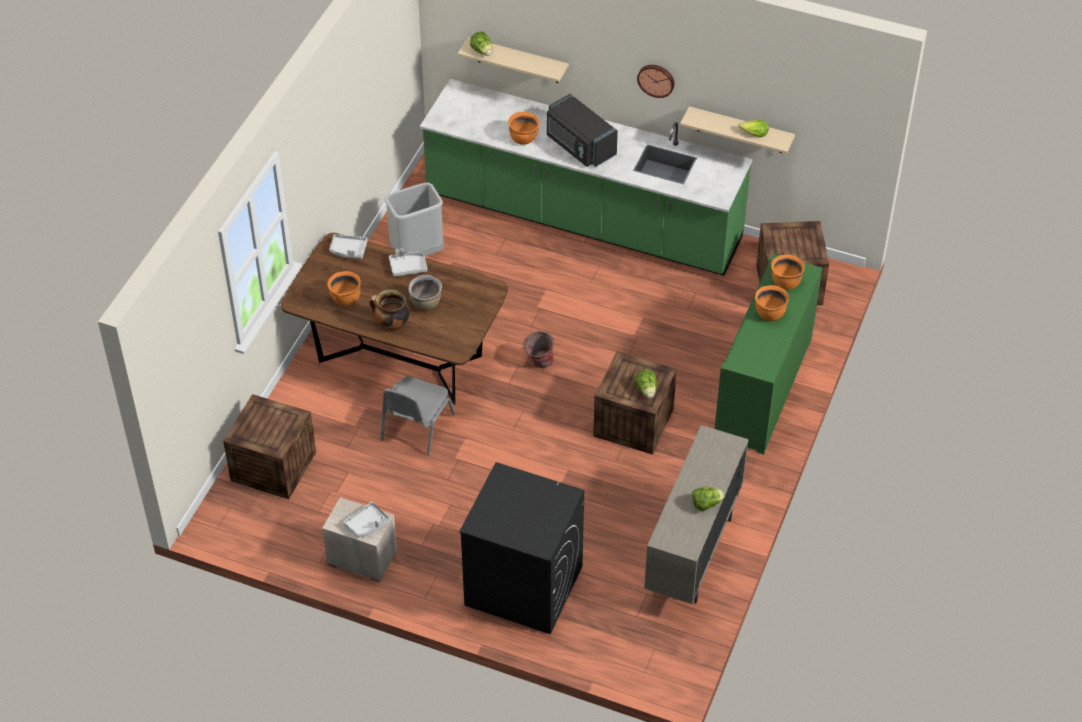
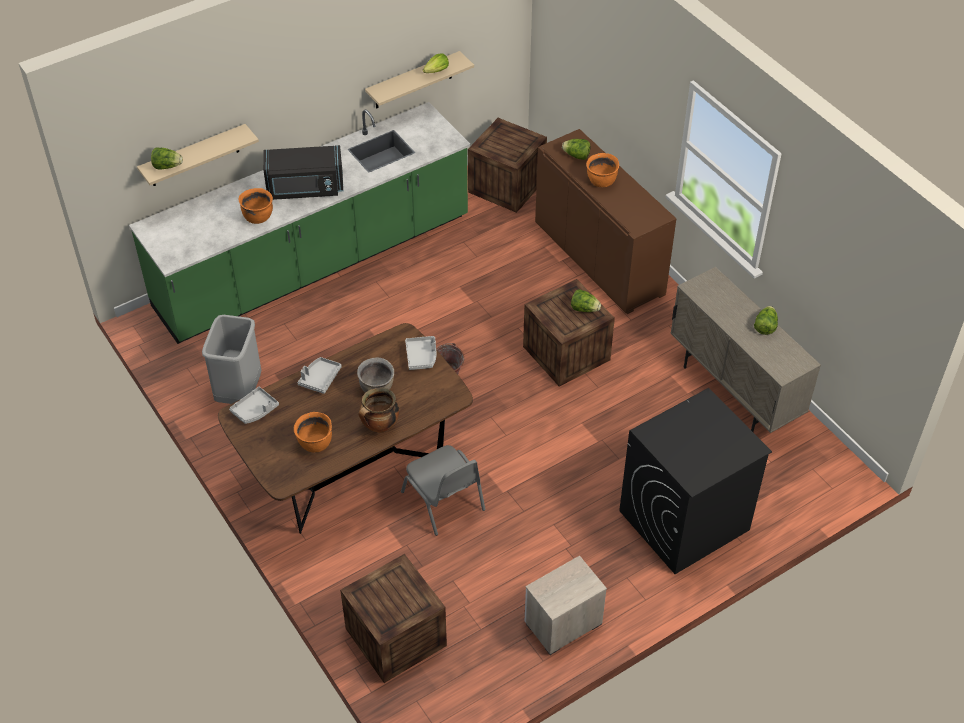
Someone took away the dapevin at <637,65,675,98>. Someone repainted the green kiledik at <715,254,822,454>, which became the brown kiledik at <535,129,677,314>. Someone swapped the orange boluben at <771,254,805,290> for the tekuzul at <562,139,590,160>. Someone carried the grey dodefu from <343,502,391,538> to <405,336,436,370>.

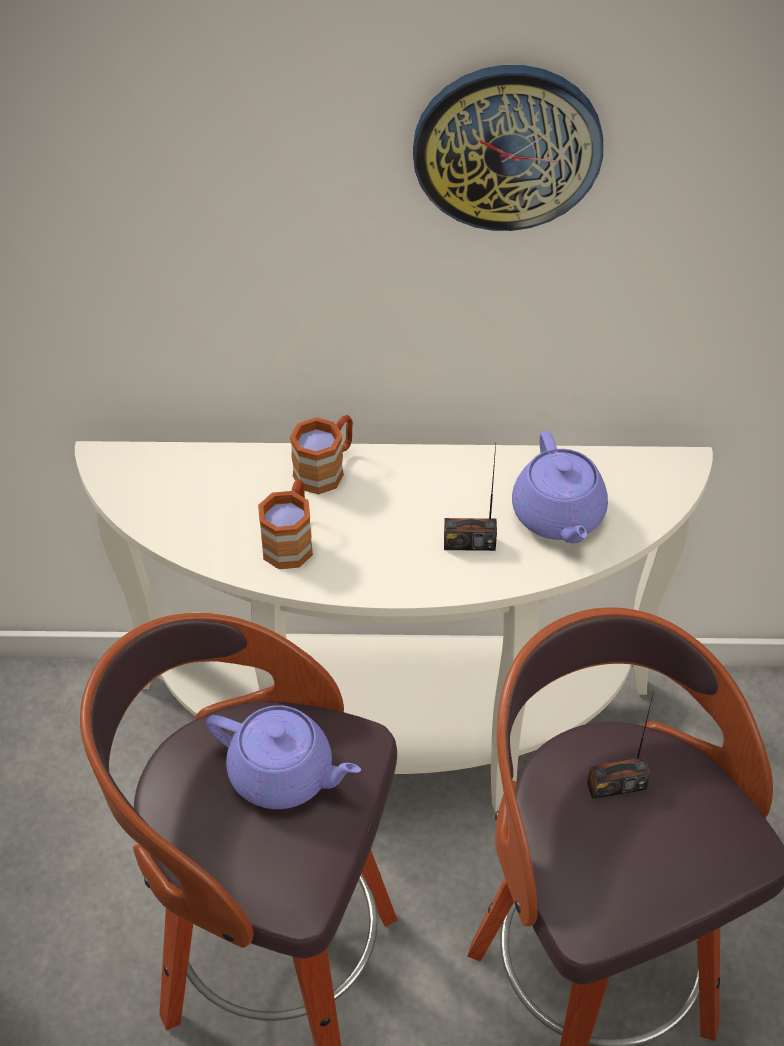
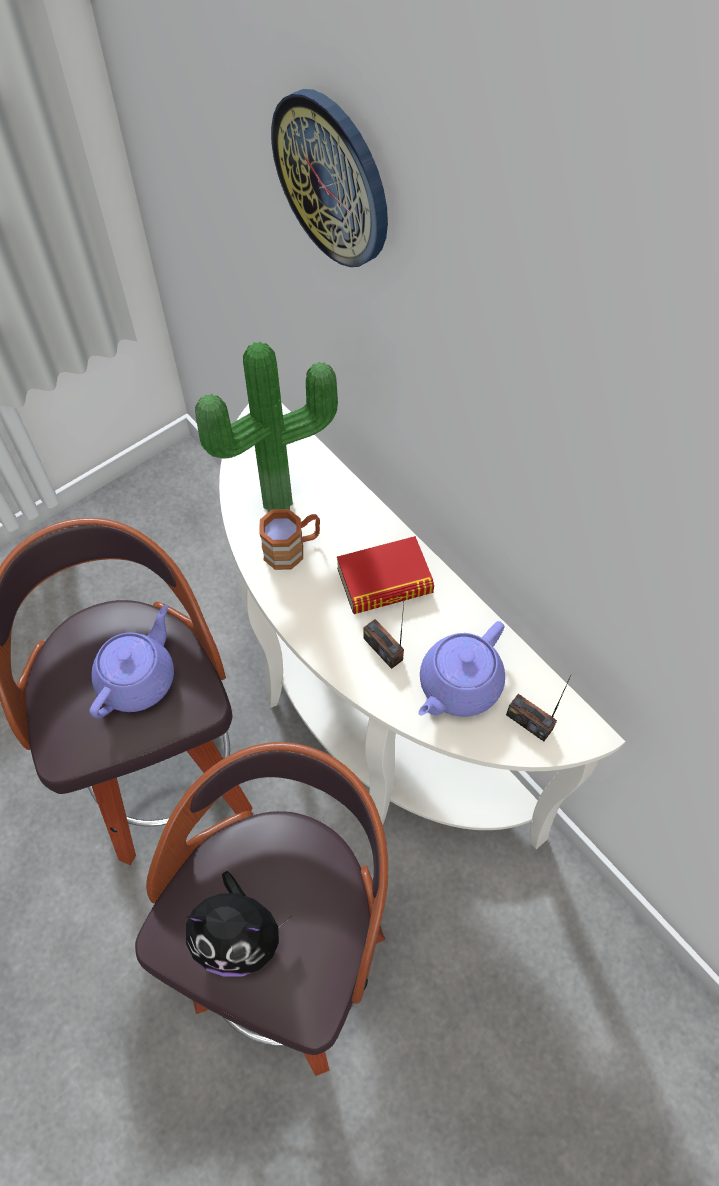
Someone carried the dapevin from <413,65,603,231> to <271,89,388,267>. Someone took away the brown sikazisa at <290,415,353,495>. Someone carried the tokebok from <587,691,654,799> to <506,676,571,741>. Someone rotated the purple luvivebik at <206,705,361,809> by 135 degrees counterclockwise. Someone put down the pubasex at <195,342,338,512>. Someone put down the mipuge at <337,536,434,614>. Someone put down the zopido at <186,871,291,977>.

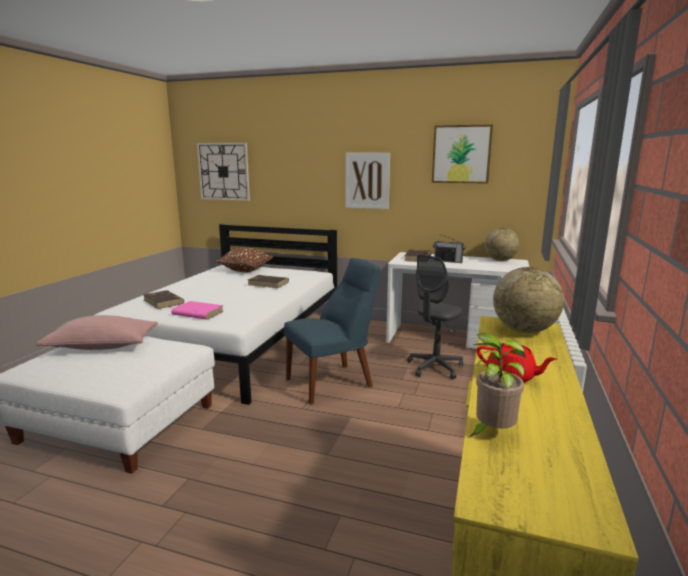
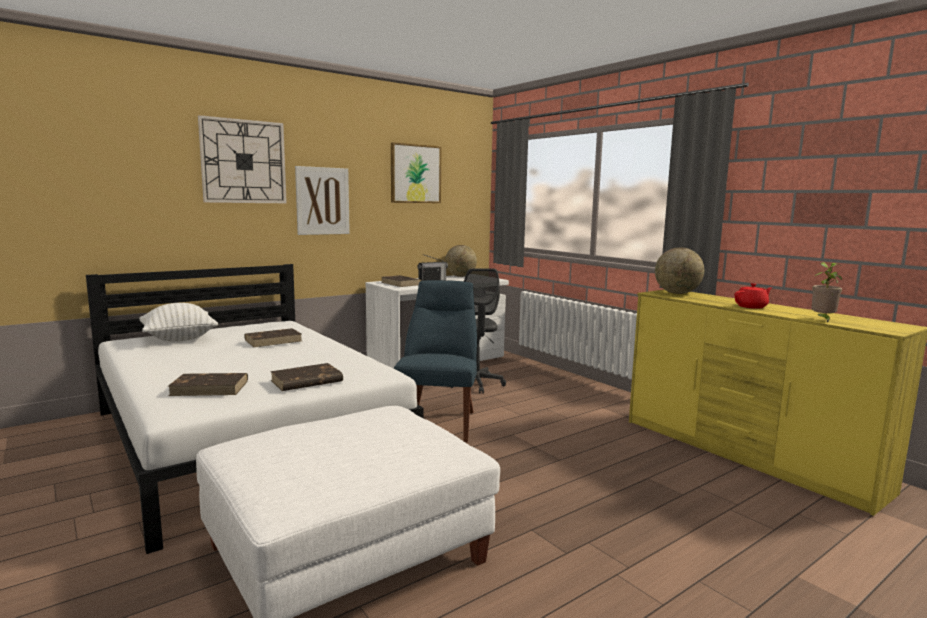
Someone carried the dapevin from <197,143,250,201> to <198,115,287,203>. Someone repainted the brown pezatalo at <216,247,273,273>, which became the white pezatalo at <139,303,218,341>. Someone repainted the pink mipuge at <171,301,224,320>, which became the brown mipuge at <270,363,343,391>. Someone took away the pink pezatalo at <36,315,158,350>.

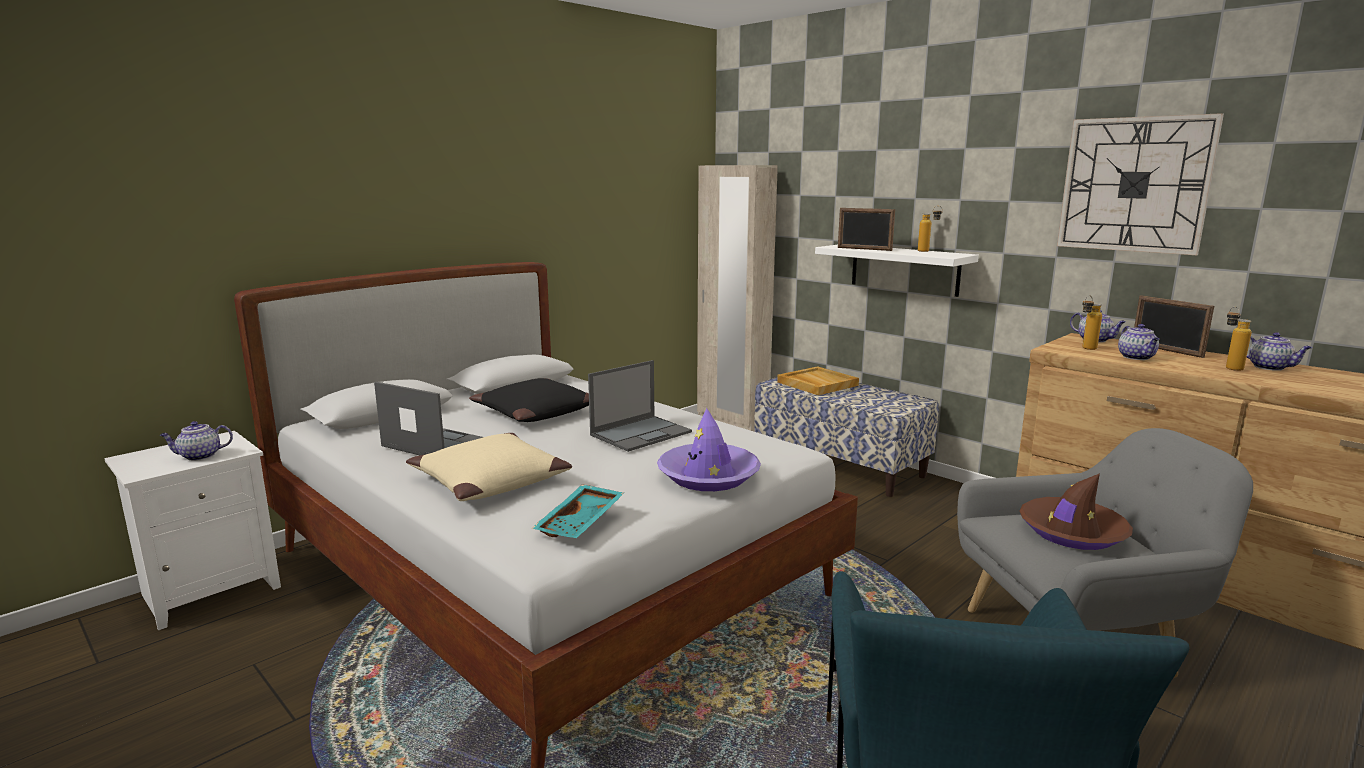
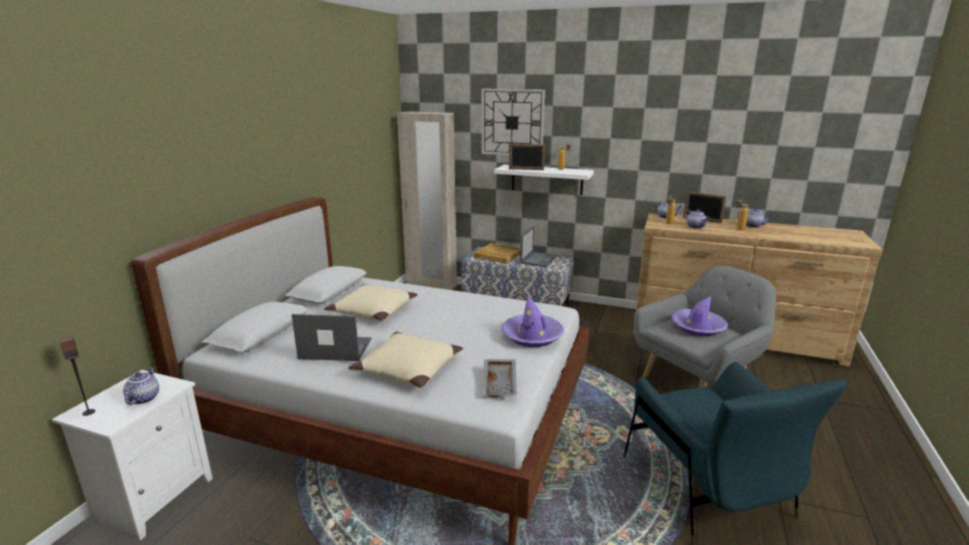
Someone carried the dapevin from <1057,113,1224,255> to <481,89,545,155>. Someone carried the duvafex from <588,360,692,452> to <521,226,558,267>. Someone repainted the black pezatalo at <469,378,589,422>, which became the beige pezatalo at <324,284,417,321>. Someone rotated the luvivebik at <160,421,233,461> by 135 degrees clockwise. Someone repainted the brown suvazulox at <1019,473,1133,550>, which became the purple suvazulox at <671,296,728,336>. Someone repainted the turquoise dodefu at <532,485,624,538>, which became the grey dodefu at <482,359,517,397>. Someone put down the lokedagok at <59,335,95,416>.

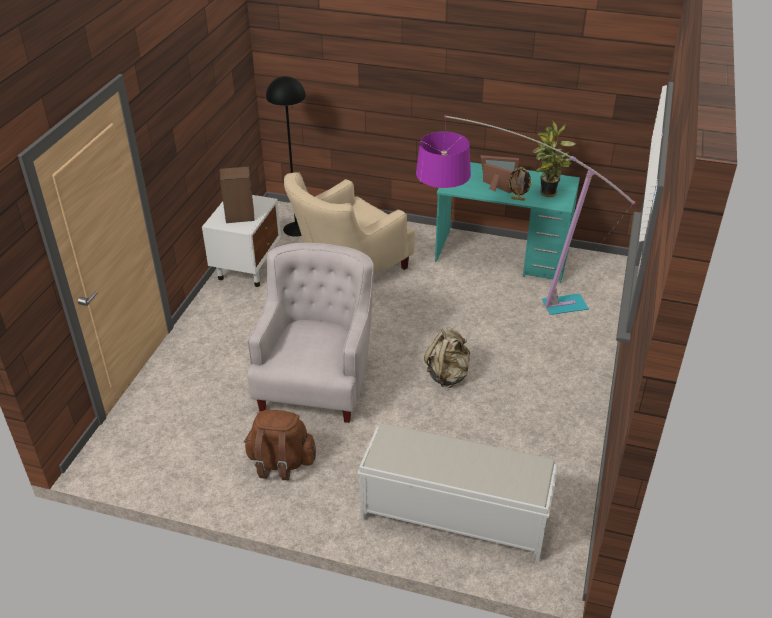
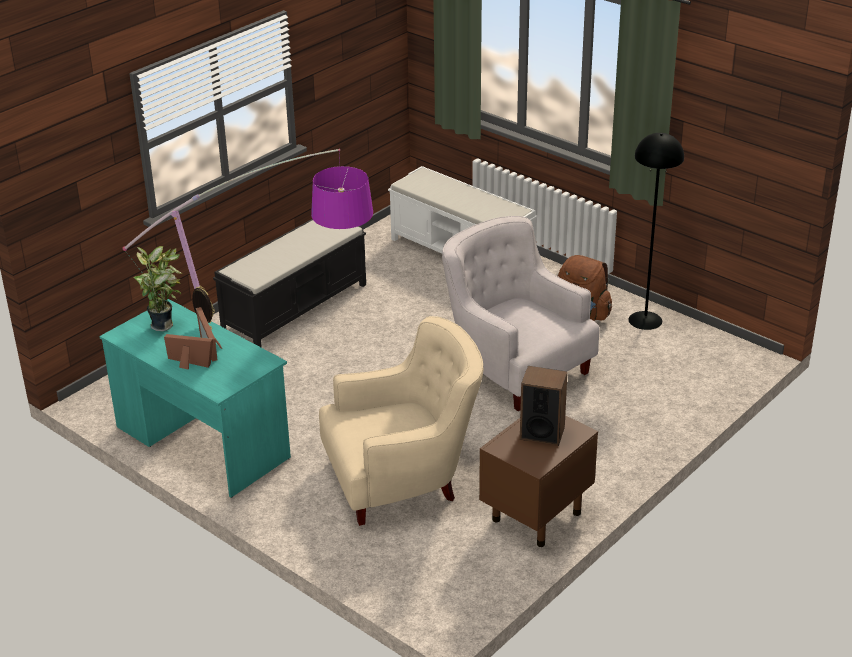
Someone carried the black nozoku from <266,76,306,237> to <628,133,684,330>. Someone repainted the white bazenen at <202,195,281,287>, which became the brown bazenen at <479,415,598,547>. Someone rotated the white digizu at <247,243,374,423> by 105 degrees clockwise. Someone took away the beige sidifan at <424,327,470,388>. Someone put down the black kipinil at <213,219,366,348>.

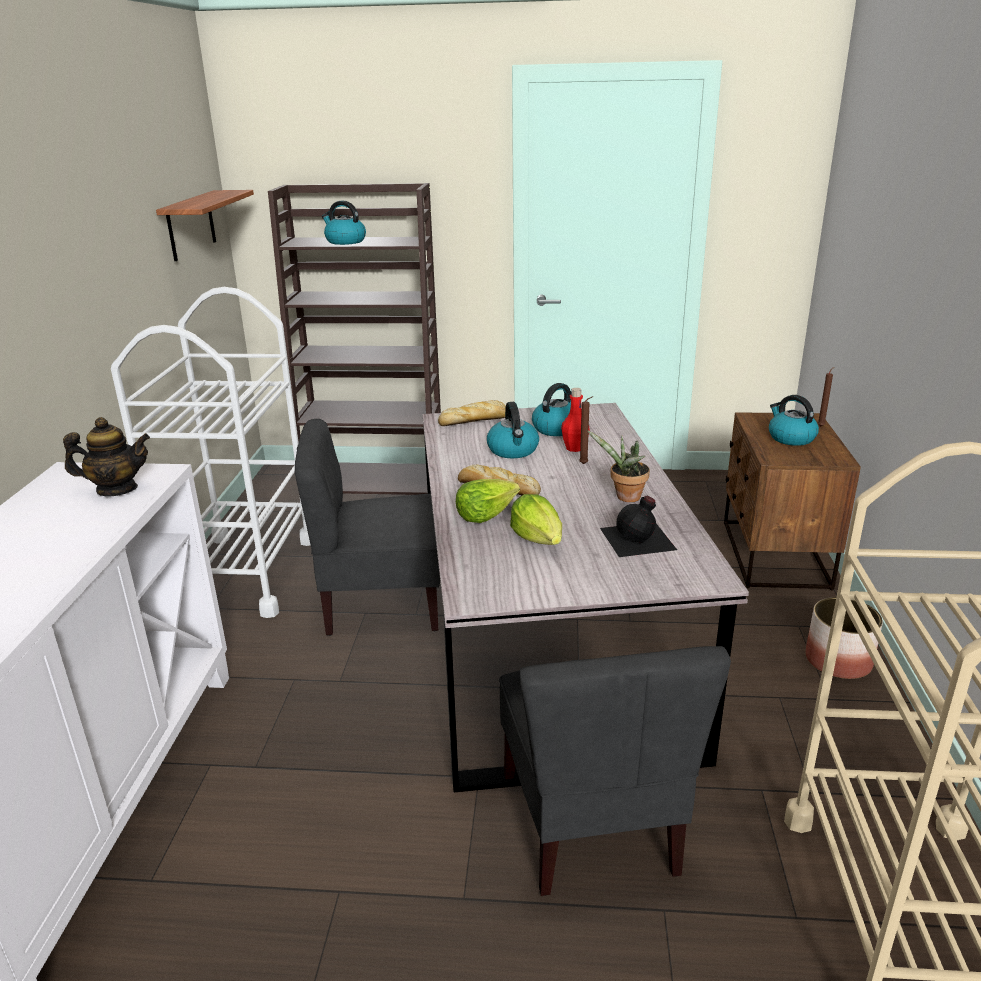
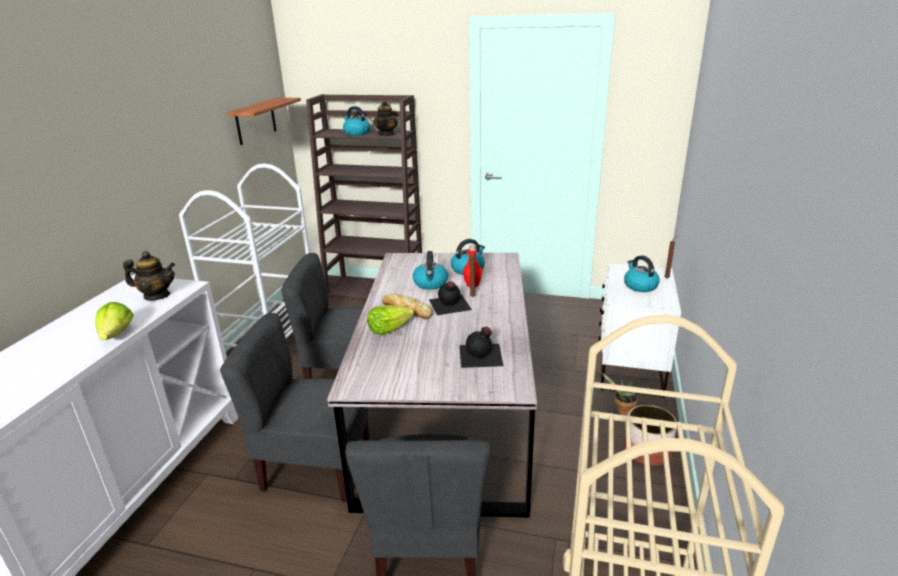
Someone took away the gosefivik at <438,400,506,426>. Someone repainted the brown bazenen at <724,412,861,591>, which became the white bazenen at <599,264,681,398>. Someone carried the pubasex from <587,430,650,502> to <601,372,638,415>. Someone carried the tekuzul from <510,494,562,545> to <95,302,134,340>. Someone put down the luvivebik at <374,100,398,136>. Someone put down the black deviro at <429,281,472,315>. Someone put down the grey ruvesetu at <220,313,370,502>.

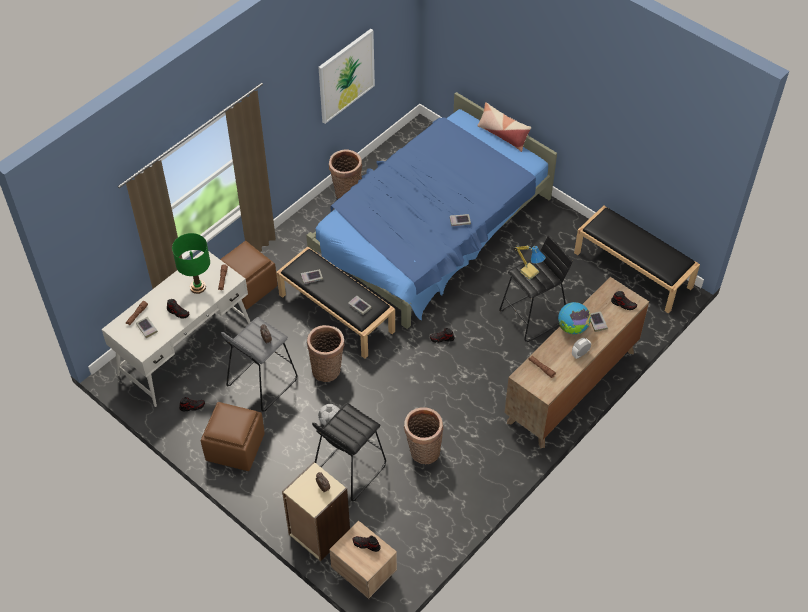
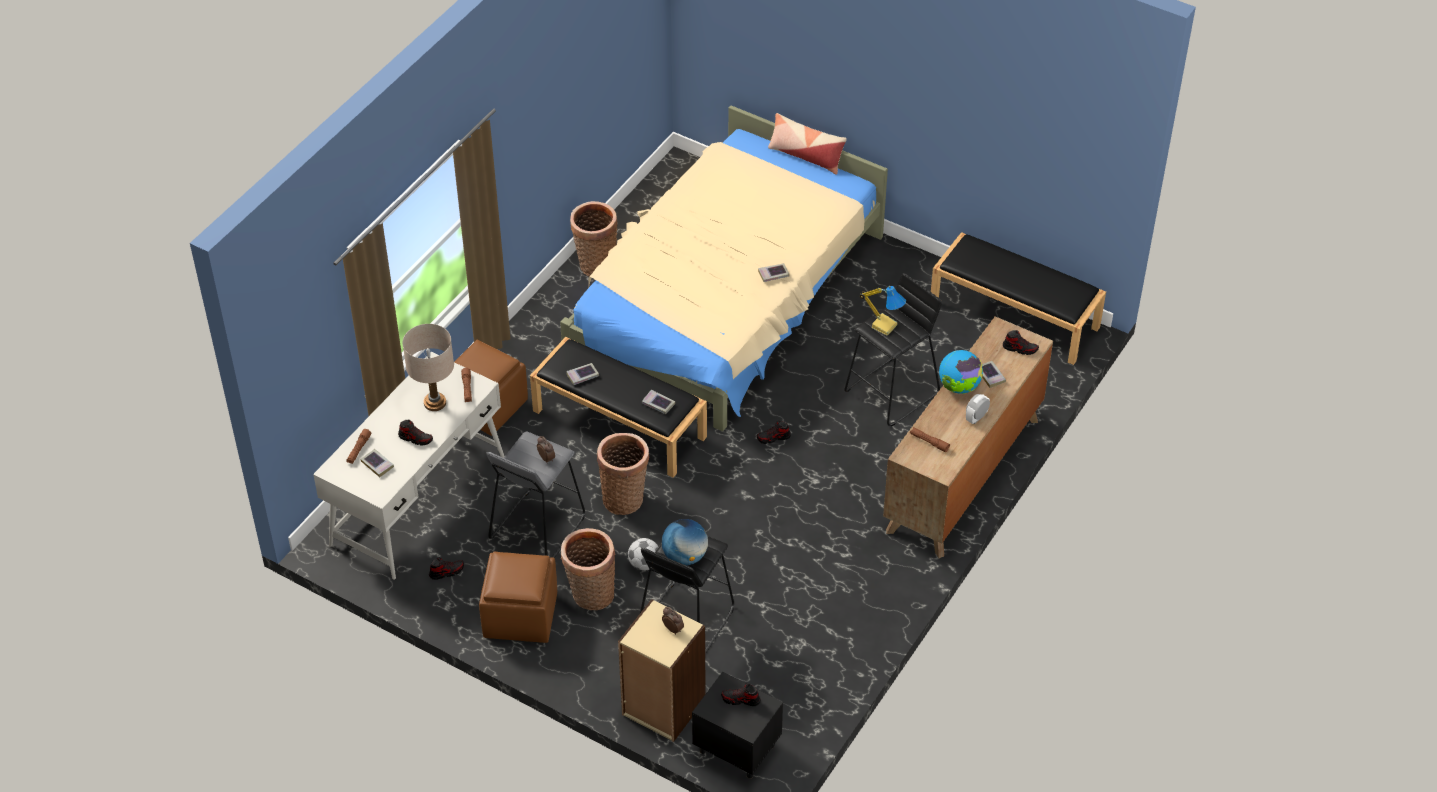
Someone took away the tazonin at <318,29,375,124>. Someone repainted the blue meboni at <306,92,557,329>, which became the beige meboni at <560,105,888,432>. Someone repainted the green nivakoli at <172,233,210,294>, which became the beige nivakoli at <402,324,454,411>. Someone carried the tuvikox from <404,407,443,464> to <561,528,615,610>. Someone repainted the beige bazenen at <329,521,397,599>, which became the black bazenen at <692,672,783,778>. Someone put down the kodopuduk at <662,519,708,565>.

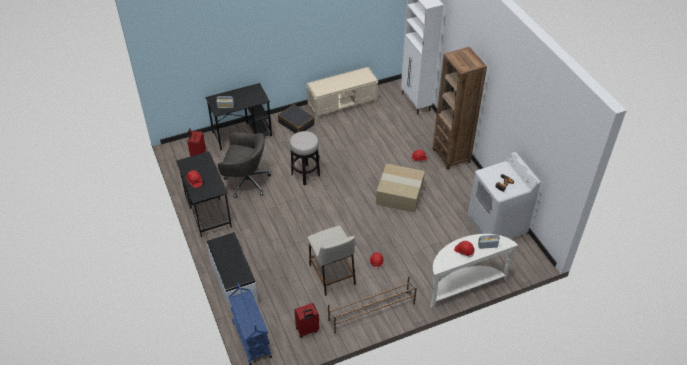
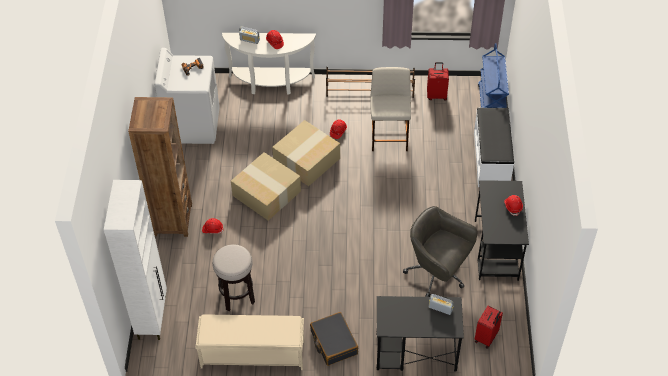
Someone carried the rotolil from <289,131,320,185> to <212,244,255,311>. Someone put down the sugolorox at <272,120,340,186>.

